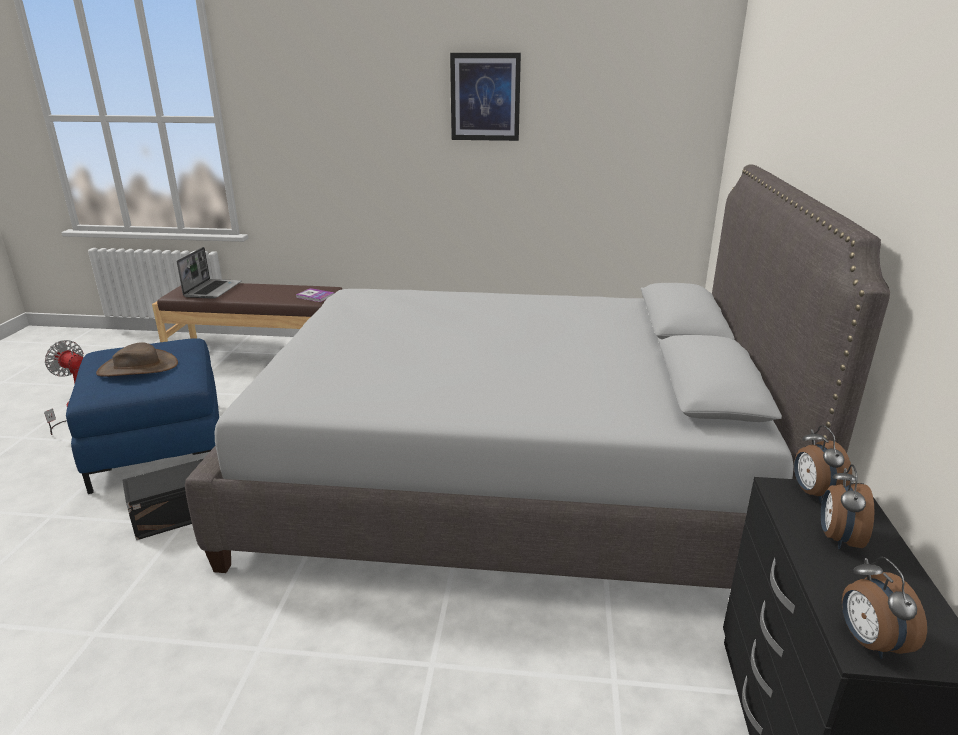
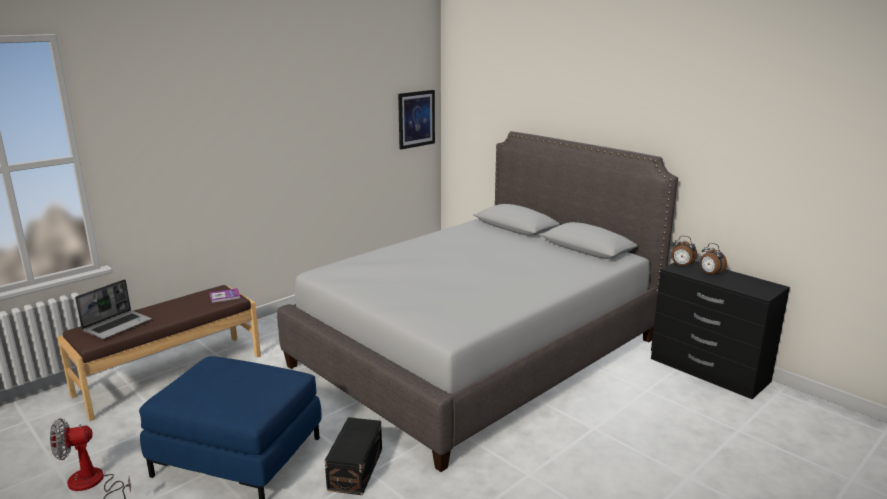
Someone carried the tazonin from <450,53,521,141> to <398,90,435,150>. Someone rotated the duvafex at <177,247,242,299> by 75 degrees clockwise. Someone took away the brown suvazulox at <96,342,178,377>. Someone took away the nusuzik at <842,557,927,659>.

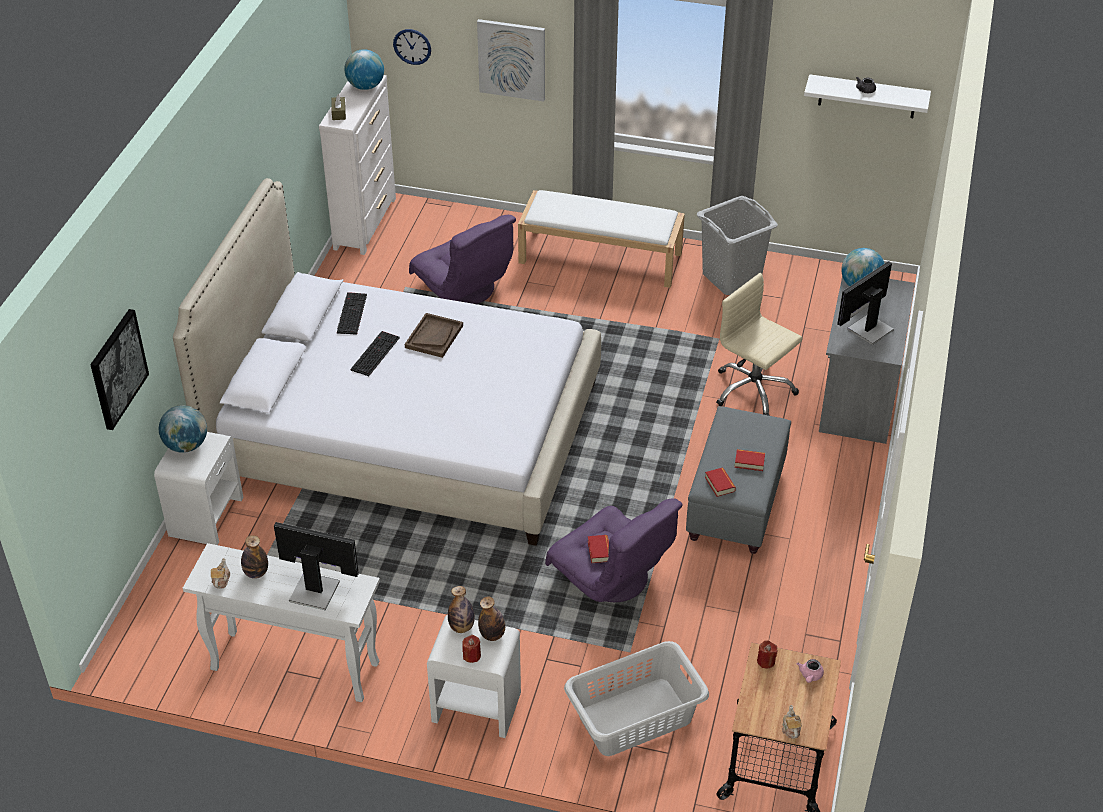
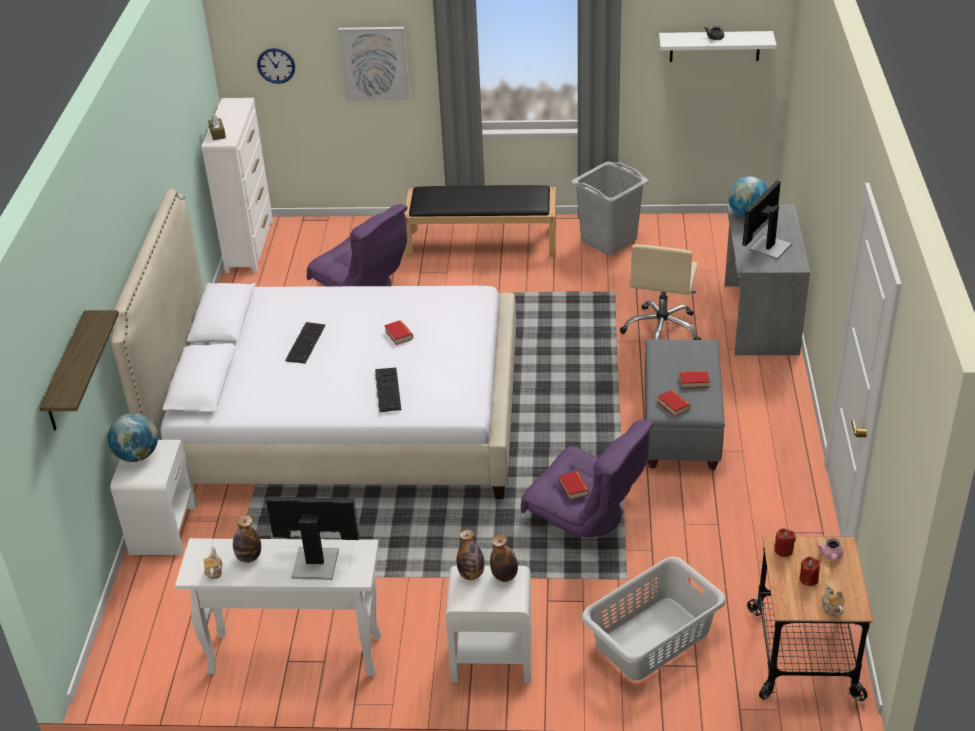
Someone took away the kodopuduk at <344,49,384,90>. Someone repainted the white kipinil at <518,190,685,288>, which became the black kipinil at <404,185,556,258>. Someone rotated the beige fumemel at <716,273,803,416> by 105 degrees counterclockwise. Someone carried the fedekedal from <337,292,367,335> to <375,367,402,412>. Someone swapped the tazonin at <90,309,149,430> for the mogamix at <39,310,119,431>. Someone took away the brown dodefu at <405,313,463,358>. Someone carried the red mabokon from <462,635,481,663> to <799,557,820,586>. Someone put down the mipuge at <384,320,413,345>.

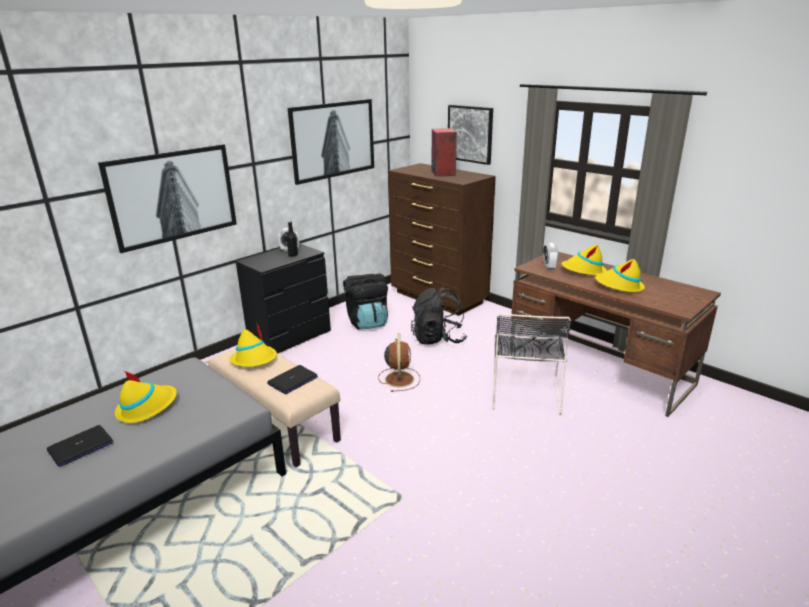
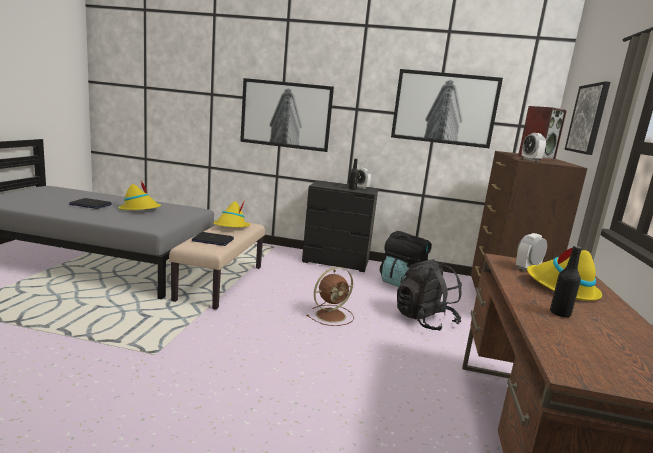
Someone swapped the yellow suvazulox at <595,259,645,292> for the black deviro at <550,246,582,317>. Someone took away the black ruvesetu at <492,313,571,415>. Someone put down the nusuzik at <522,133,546,161>.

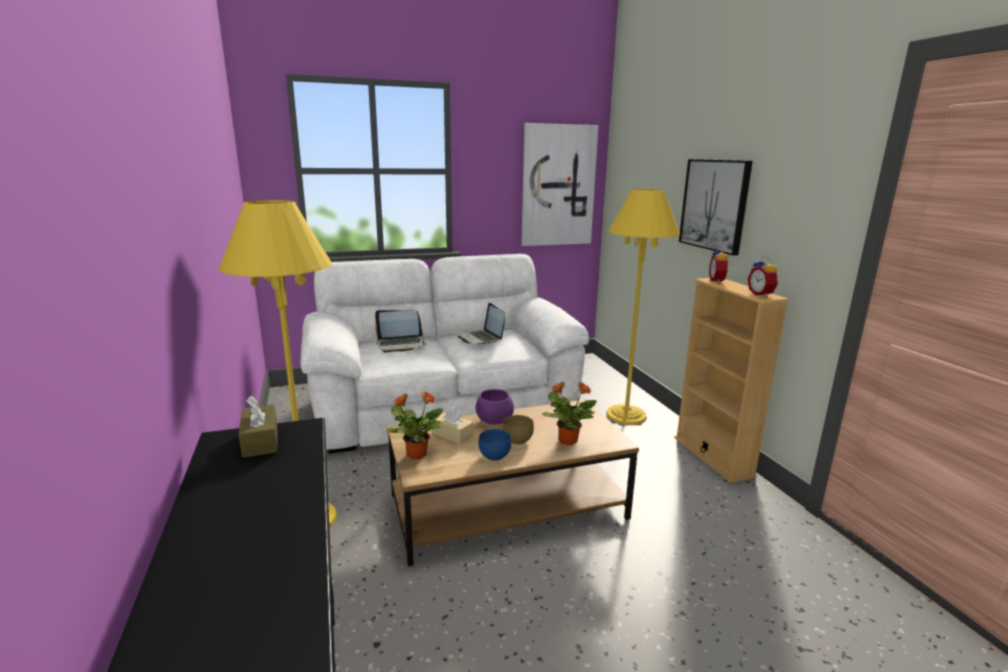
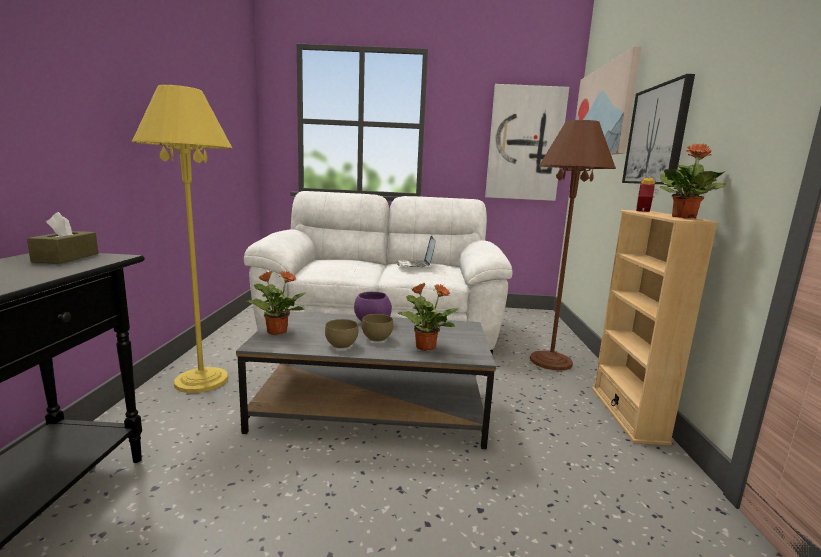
Someone repainted the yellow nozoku at <606,189,680,425>, which became the brown nozoku at <530,120,616,371>. Someone swapped the nusuzik at <748,256,778,297> for the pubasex at <660,144,726,219>. Someone took away the duvafex at <375,310,426,352>. Someone repainted the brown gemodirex at <387,399,639,566>, which became the grey gemodirex at <236,312,496,449>. Someone took away the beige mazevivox at <432,405,474,445>. Someone repainted the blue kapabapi at <478,429,511,461>, which became the brown kapabapi at <325,319,358,349>. Someone put up the tazonin at <575,46,641,155>.

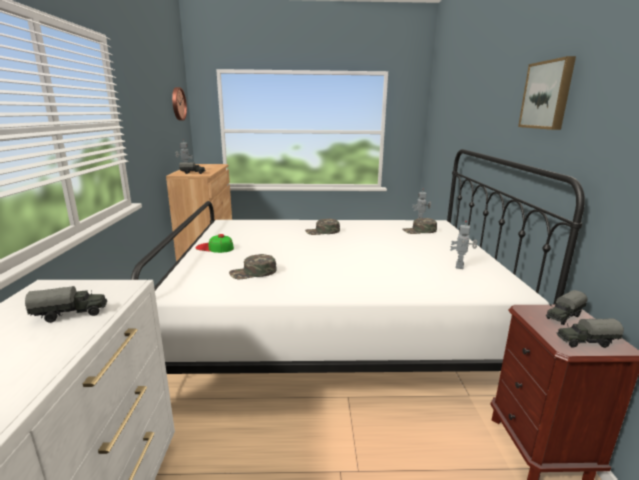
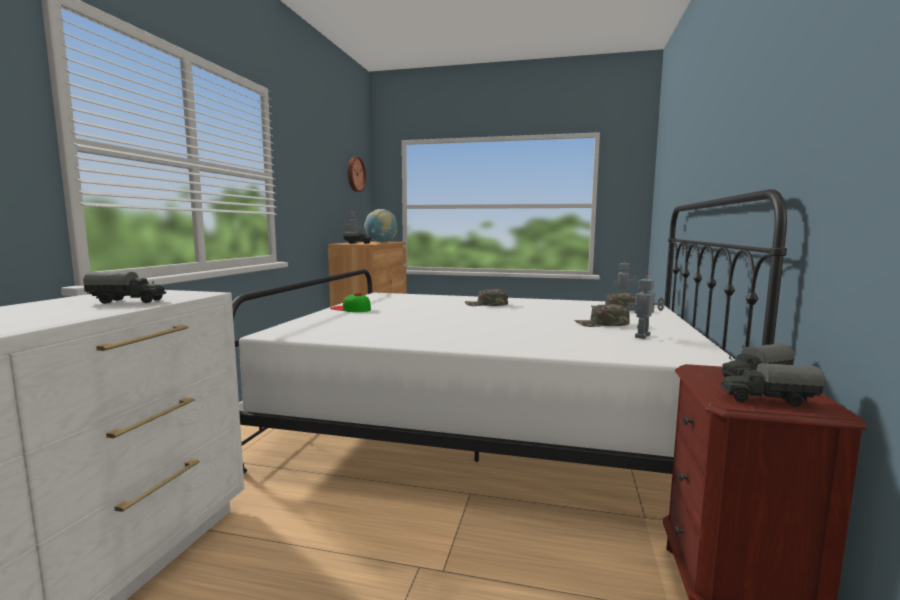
Someone took away the tazonin at <518,56,576,130>. Someone carried the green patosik from <229,254,277,279> to <574,304,630,327>. Someone put down the kodopuduk at <364,209,397,242>.

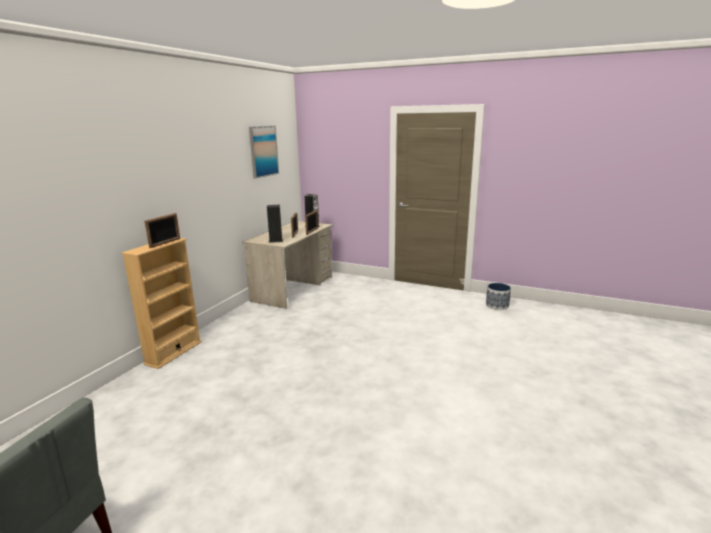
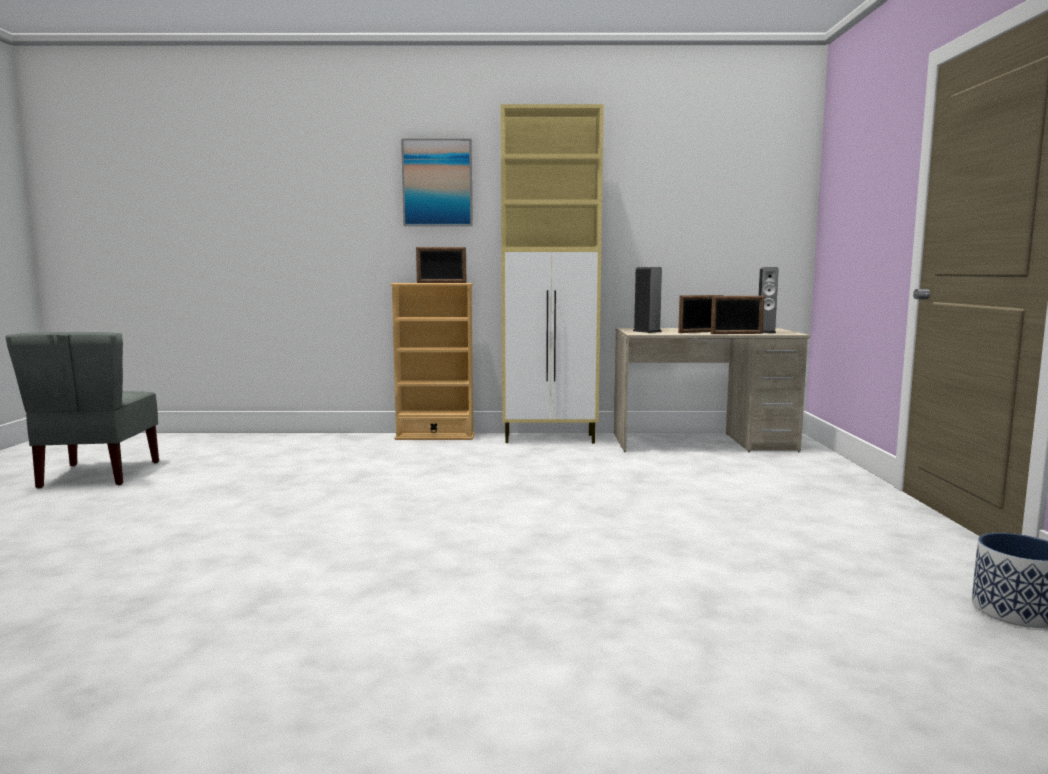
Someone carried the tazonin from <249,126,279,178> to <401,138,473,226>. Someone put down the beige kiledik at <501,104,604,443>.

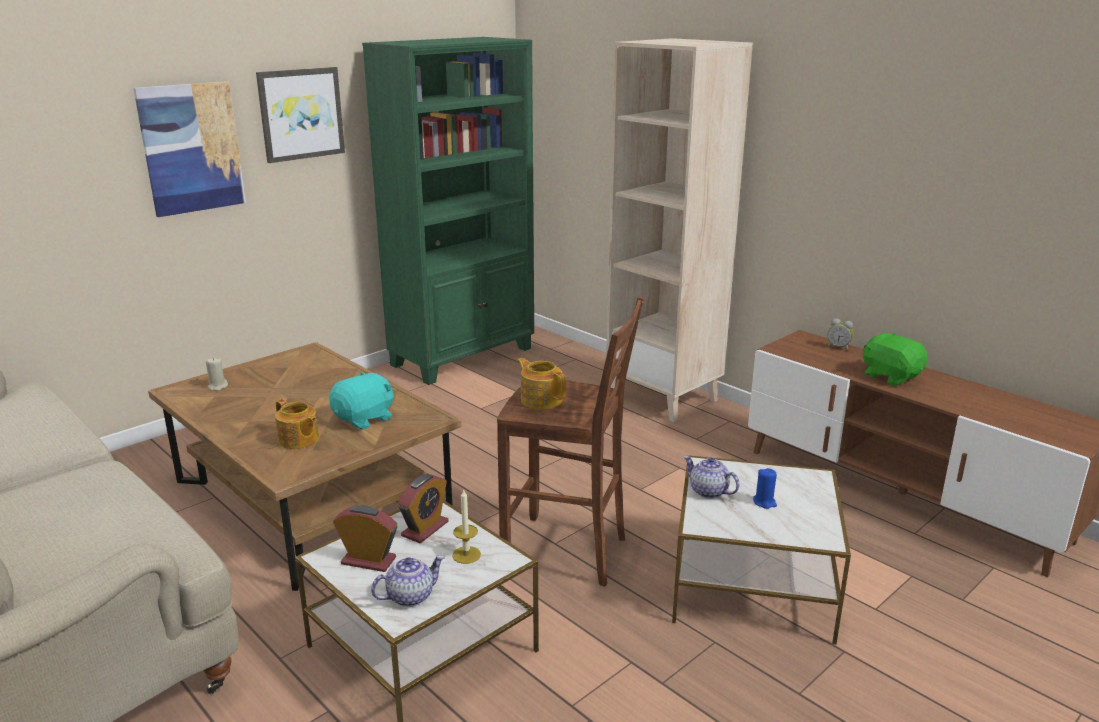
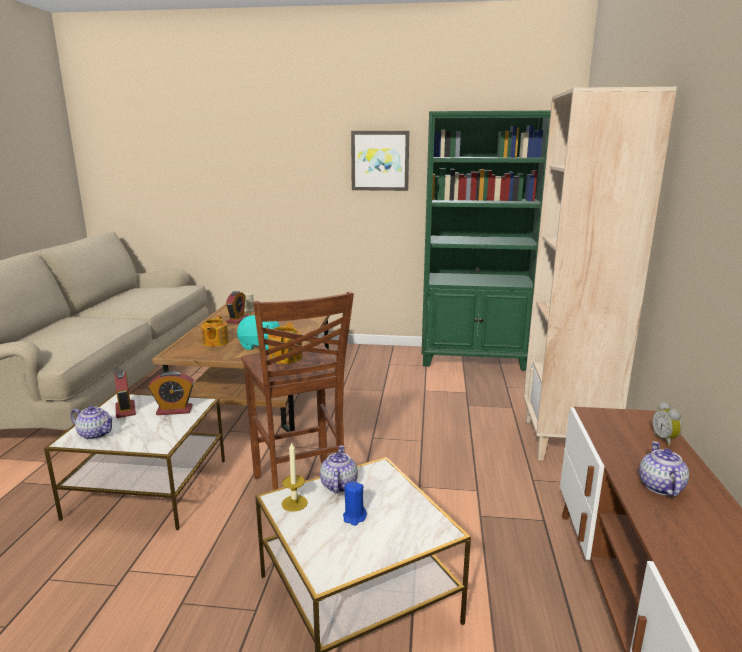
Someone took away the tazonin at <133,81,246,217>. Someone swapped the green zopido at <863,333,927,386> for the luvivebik at <639,441,689,497>. Someone carried the mabokon from <452,490,481,564> to <282,443,308,512>. Someone put down the nusuzik at <226,291,248,324>.

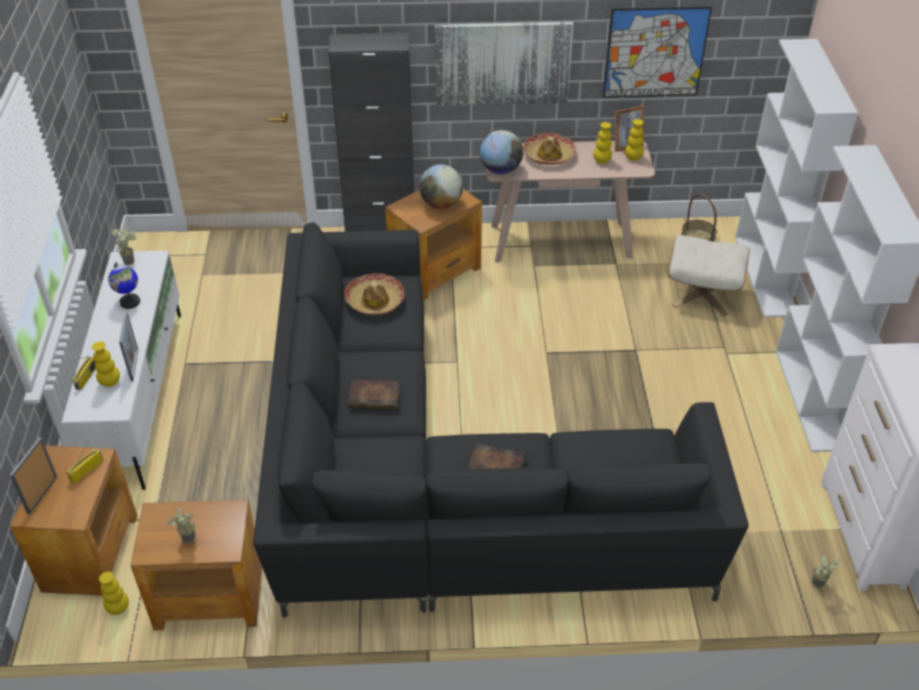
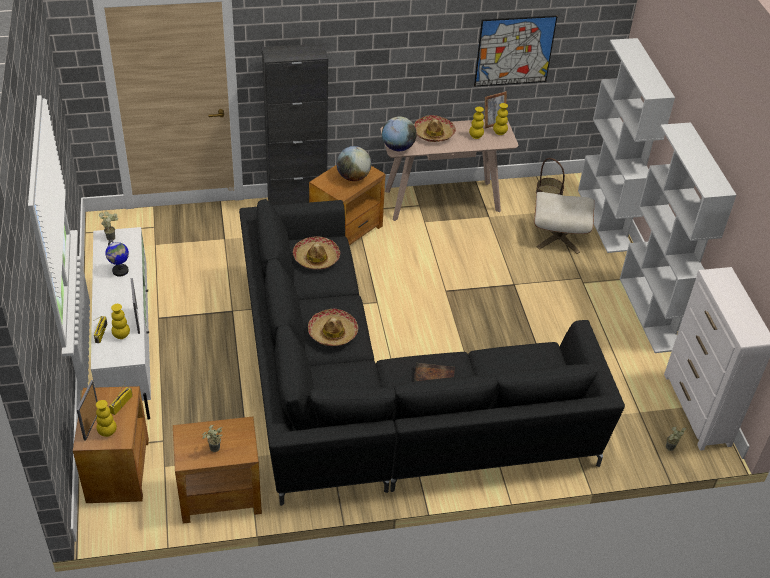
Someone took away the tazonin at <435,22,574,106>. Someone swapped the mipuge at <348,380,400,409> for the suvazulox at <308,309,358,346>. Someone carried the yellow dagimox from <99,572,129,615> to <96,400,117,437>.

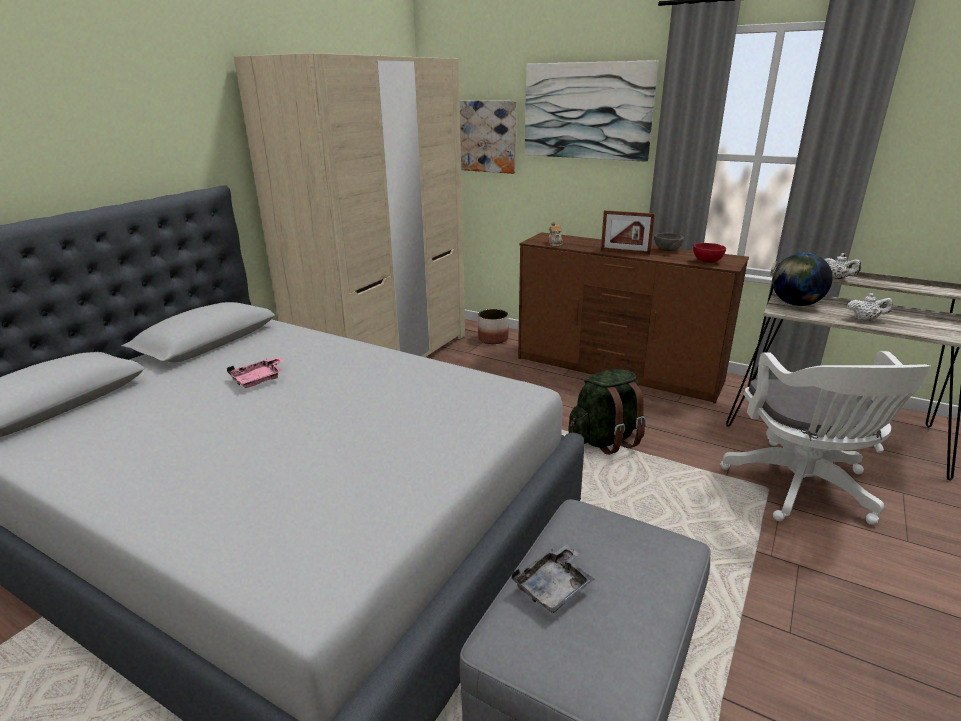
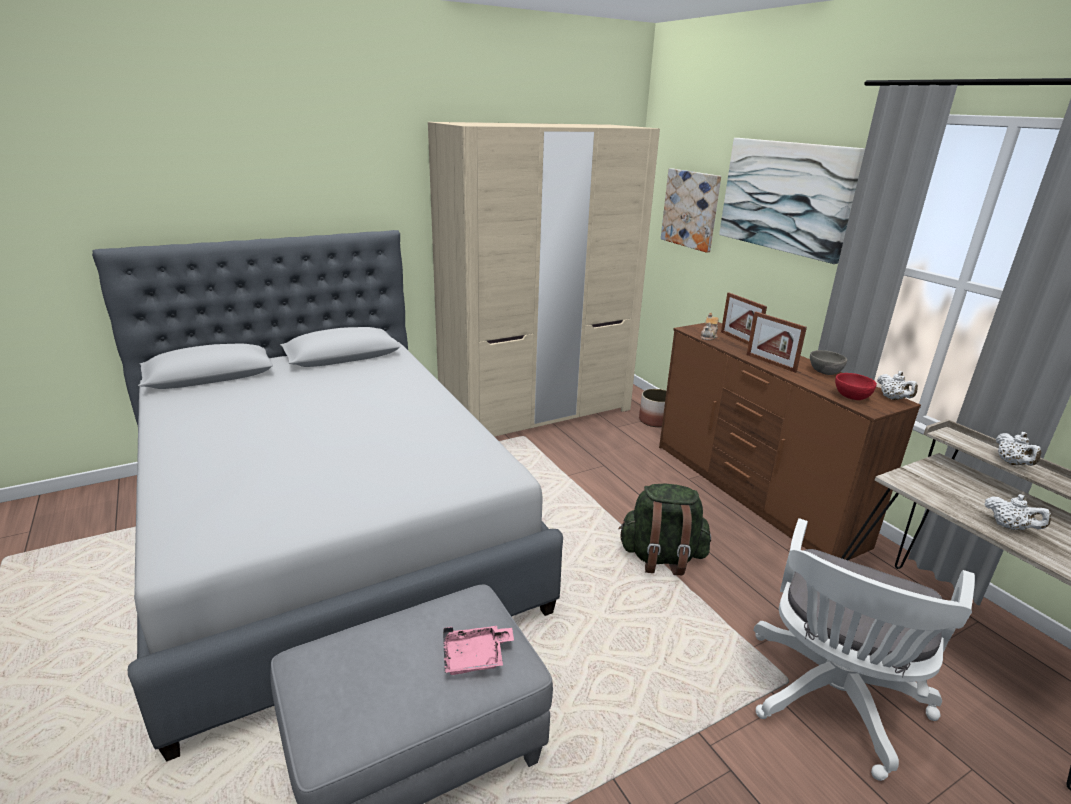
Someone took away the kodopuduk at <772,253,833,306>. Someone carried the pink dodefu from <227,357,284,388> to <443,626,514,675>. Someone took away the grey dodefu at <512,544,594,613>. Someone put down the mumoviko at <721,292,767,344>. Someone put down the white luvivebik at <877,371,918,400>.

